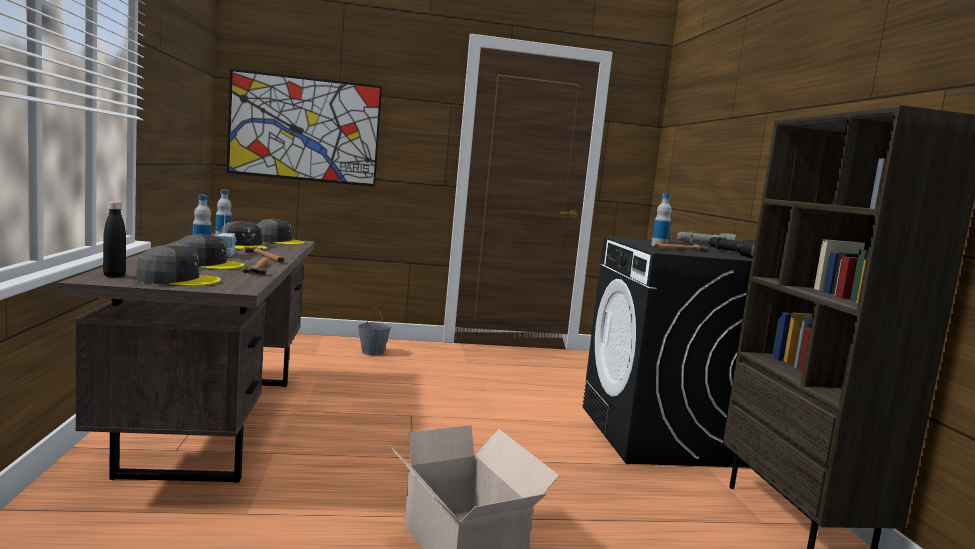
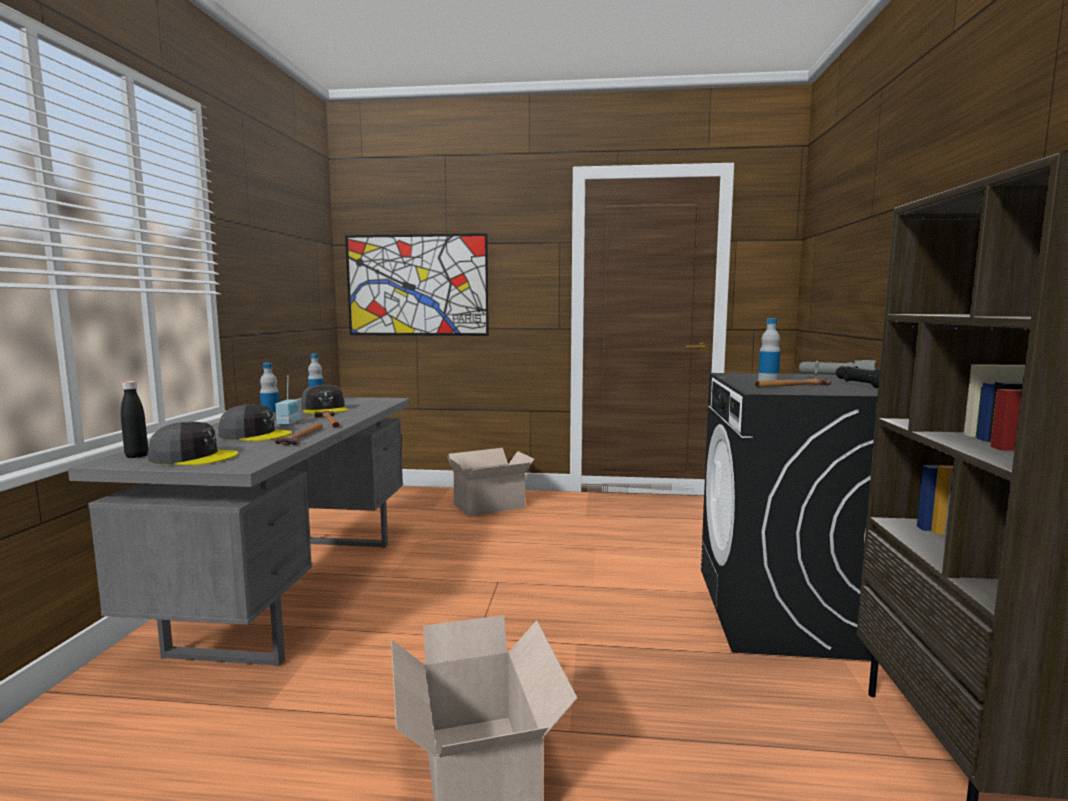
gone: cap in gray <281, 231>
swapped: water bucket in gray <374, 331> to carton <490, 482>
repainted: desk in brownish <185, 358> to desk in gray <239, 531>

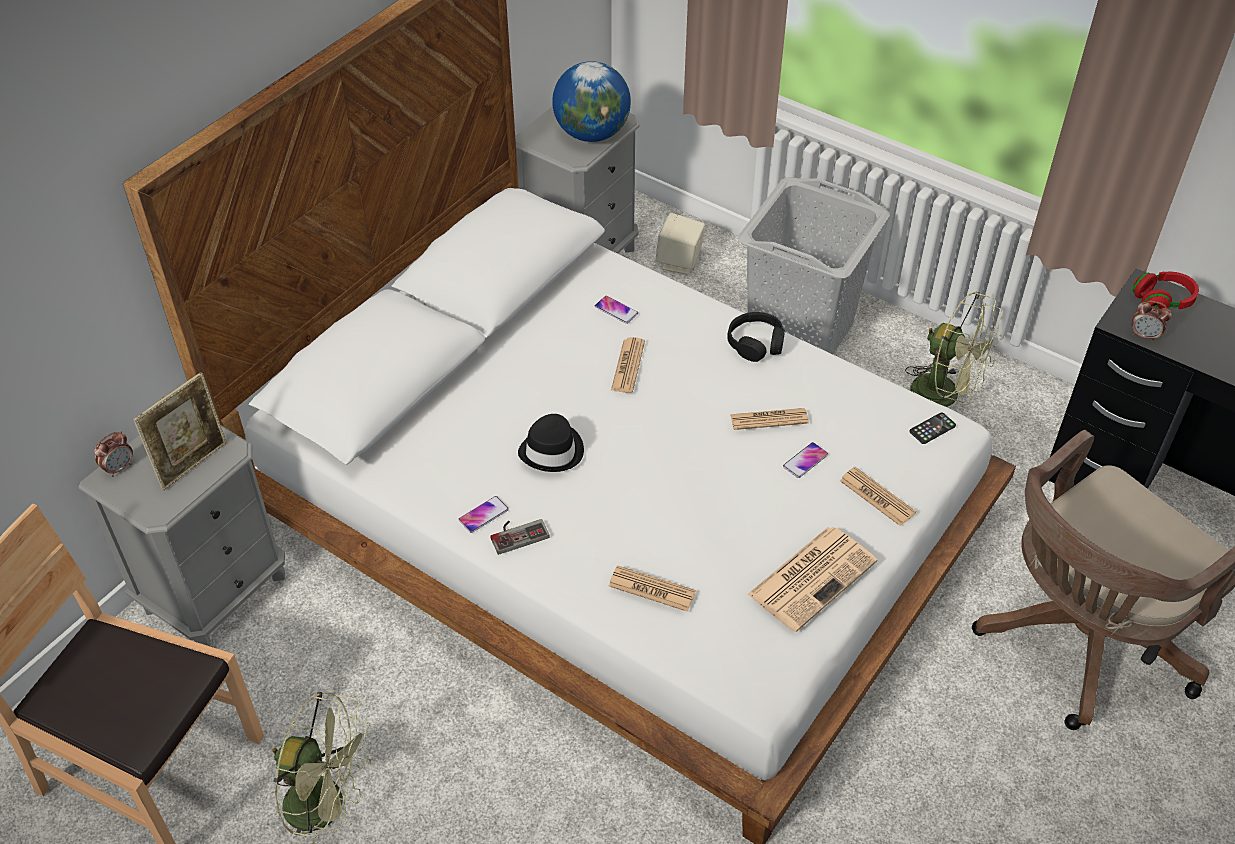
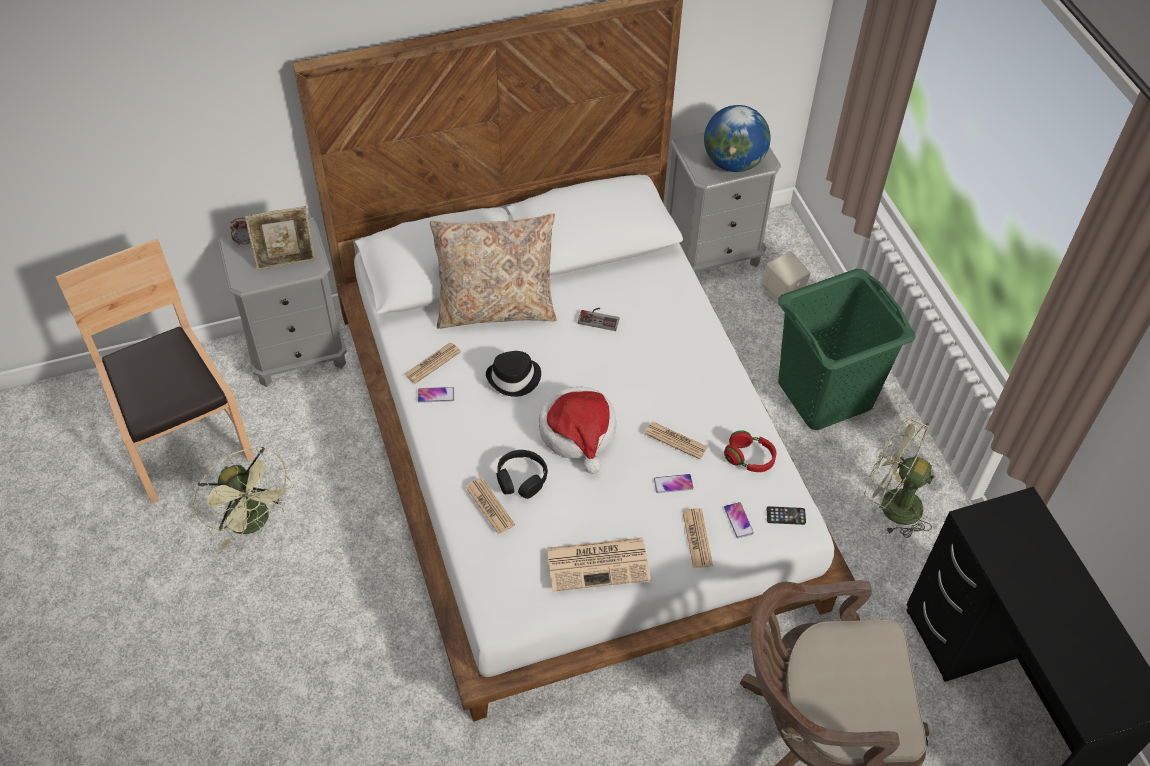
gone: bedside clock <1152, 321>
new: throw pillow in sand-coloured <493, 271>; wearable hat <577, 430>
shifted: game controller <520, 537> to <598, 319>; phone <616, 310> to <739, 520>; daily paper <628, 365> to <432, 363>; pair of headphones in black-coloured <756, 337> to <522, 474>; pair of headphones in red-coloured <1166, 290> to <750, 451>
repainted: laundry basket in gray <814, 265> to laundry basket in green-coloured <847, 349>
rotated: electric fan in green-coloured <954, 349> = <899, 478> 135 degrees clockwise

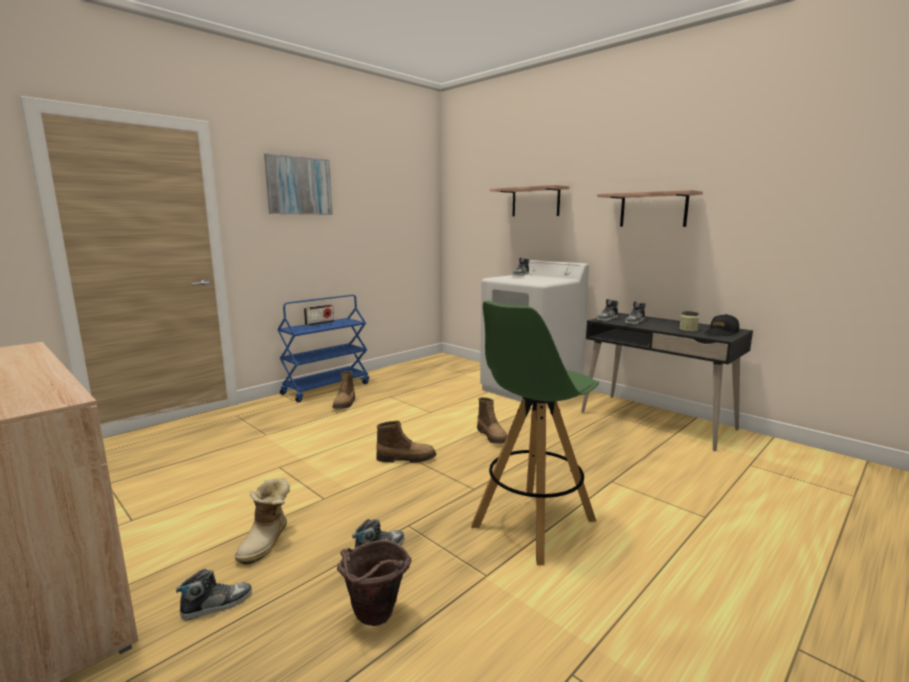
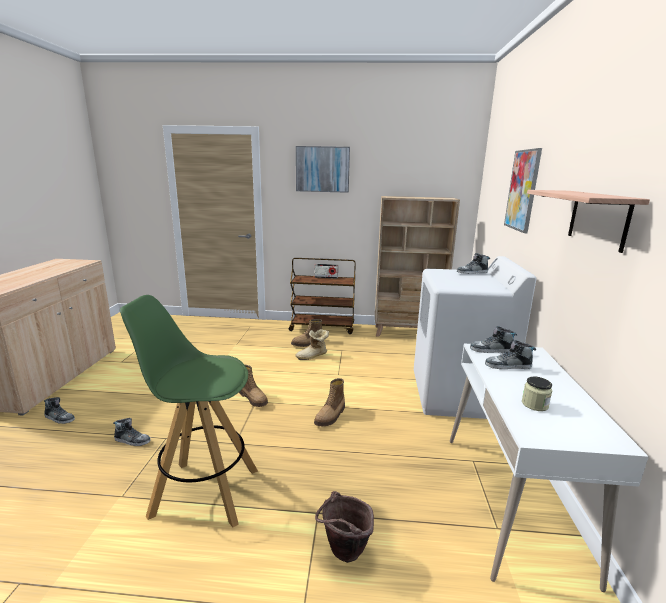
gone: cap in black-coloured <722, 325>
new: bookshelf in sand-coloured <417, 266>
shifted: tall boot <262, 521> to <312, 344>; water bucket in brownish <374, 583> to <344, 527>
swapped: shelf <529, 200> to wall art <523, 190>
repainted: trolley in blue-coloured <323, 348> to trolley in brownish <322, 296>; desk in black-coloured <667, 382> to desk in whitish <549, 468>

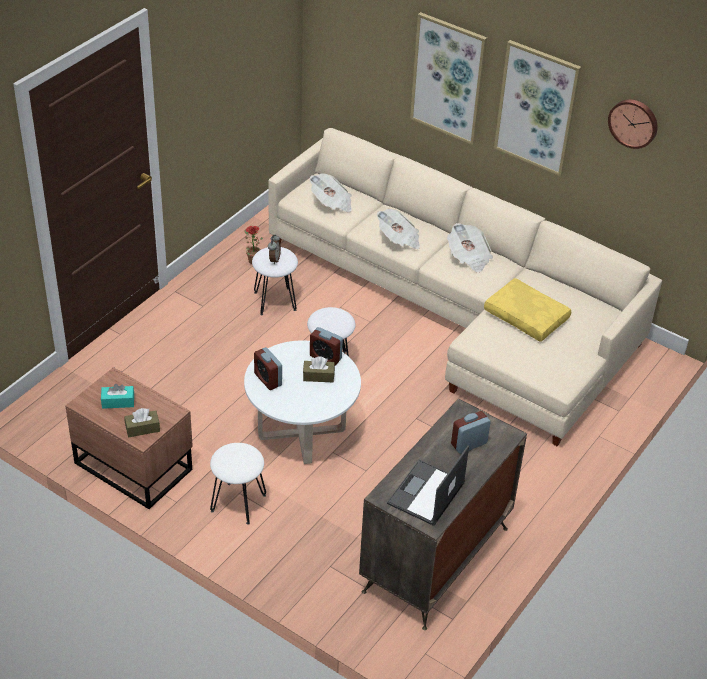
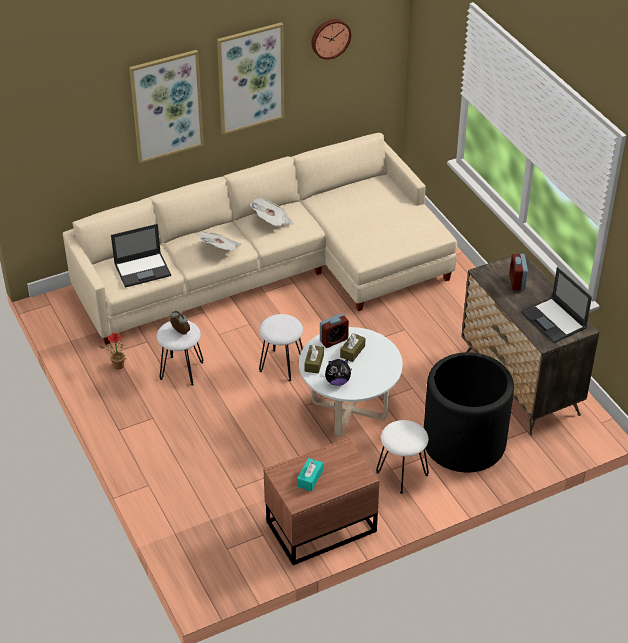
gone: throw pillow in yellowish <527, 310>
new: planter in black-coloured <469, 412>
shifted: tissue holder in brownish <142, 422> to <314, 359>
swapped: bedside clock <268, 368> to soft toy <338, 372>; daily paper <331, 193> to laptop <141, 256>

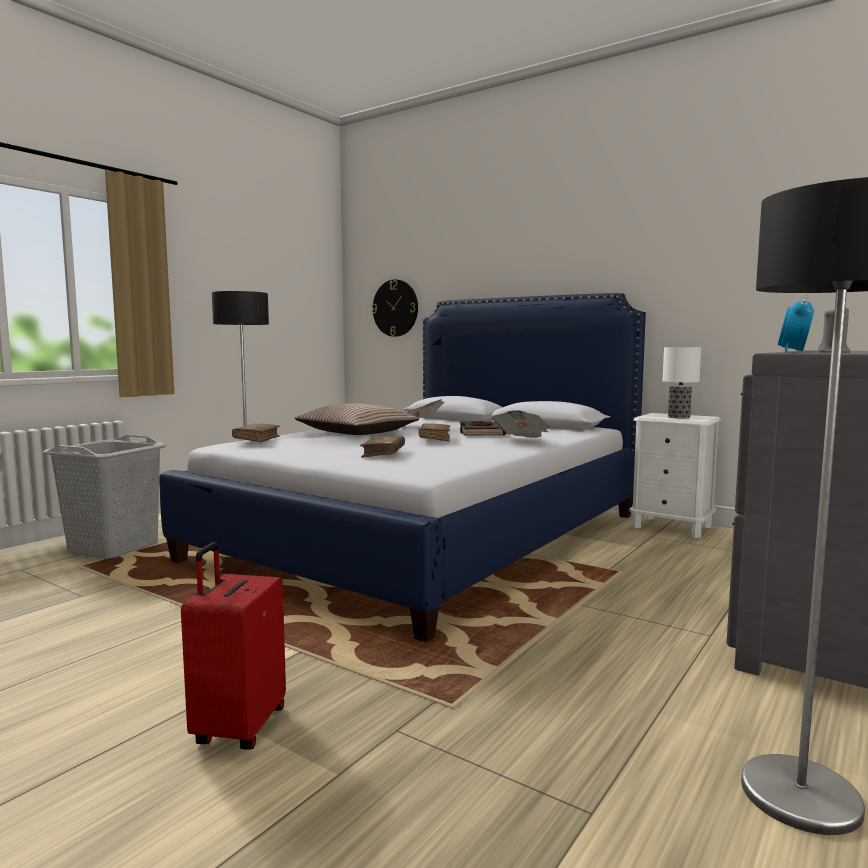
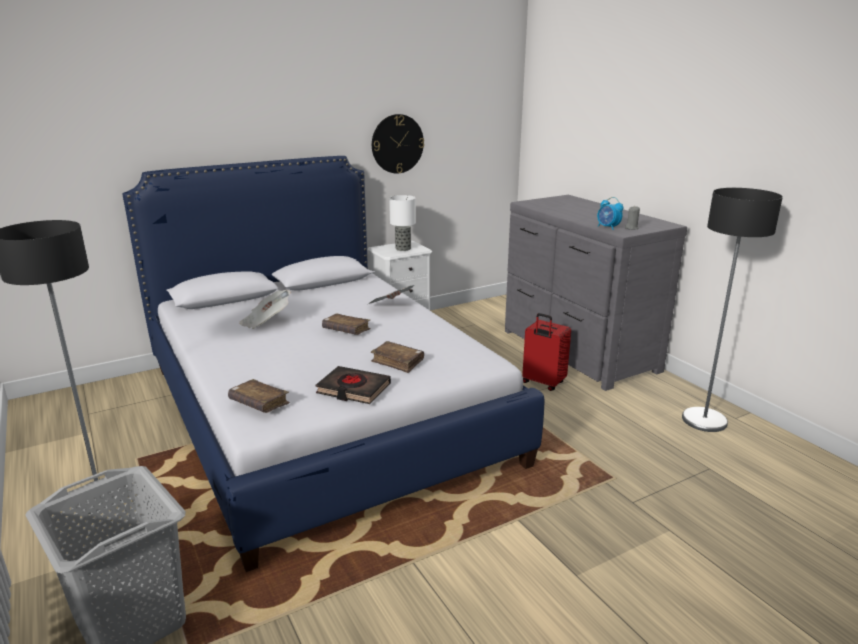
gone: throw pillow <356, 419>
shifted: piece of luggage in red-coloured <233, 646> to <546, 352>; hanging clock <395, 308> to <398, 144>; book in black-coloured <483, 428> to <353, 385>

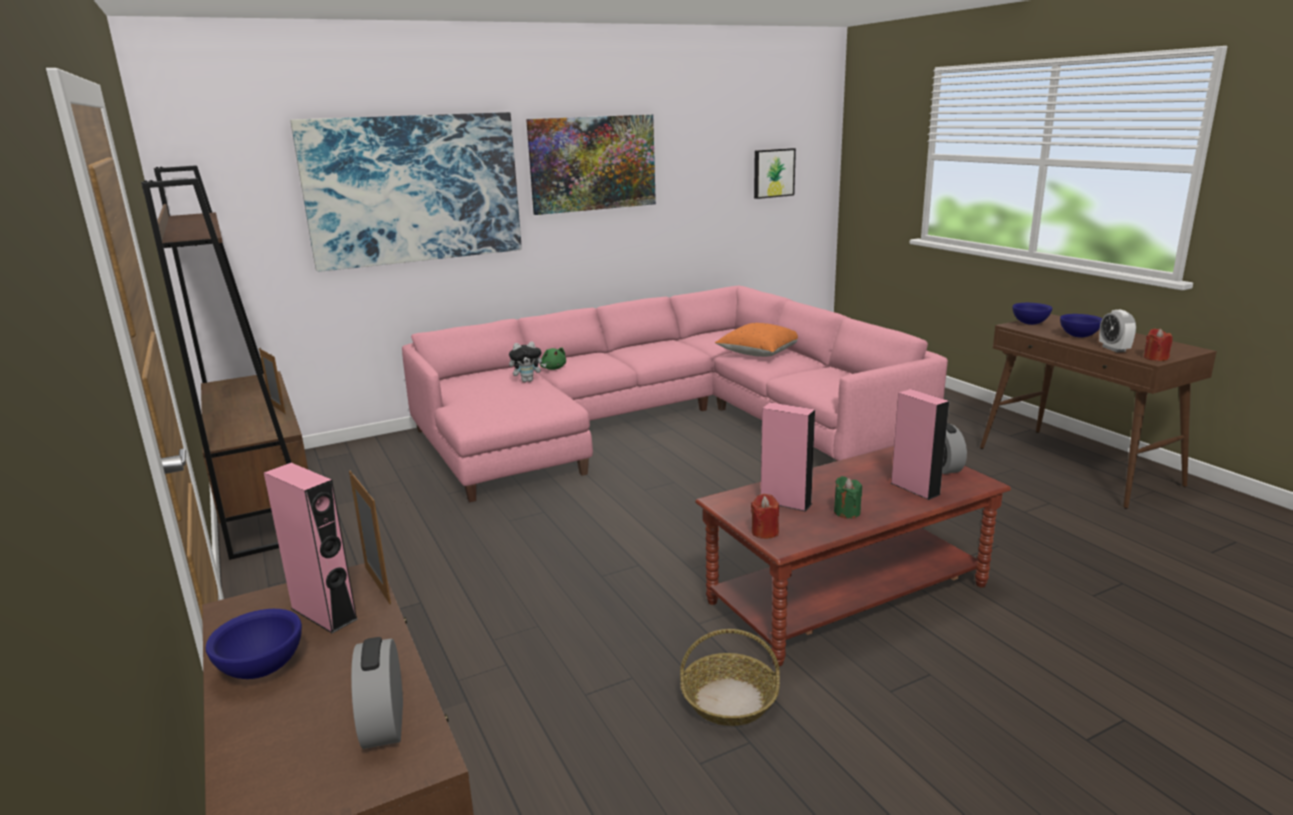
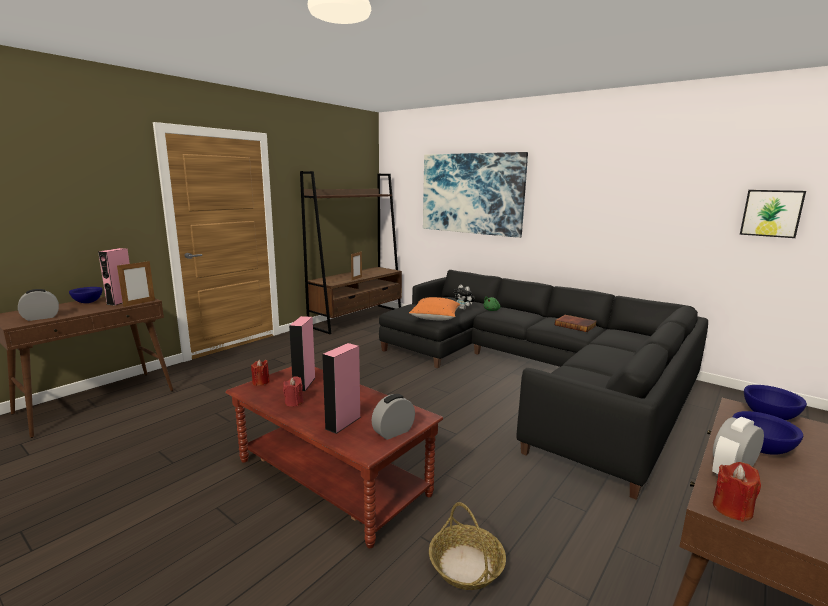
gone: wall art <591, 164>
new: book <575, 323>
shifted: storage basket <730, 677> to <467, 546>; throw pillow in orangey <756, 340> to <435, 308>
repainted: settee in pink <675, 394> to settee in black-coloured <543, 385>; wax candle in green-coloured <848, 497> to wax candle in red-coloured <293, 391>

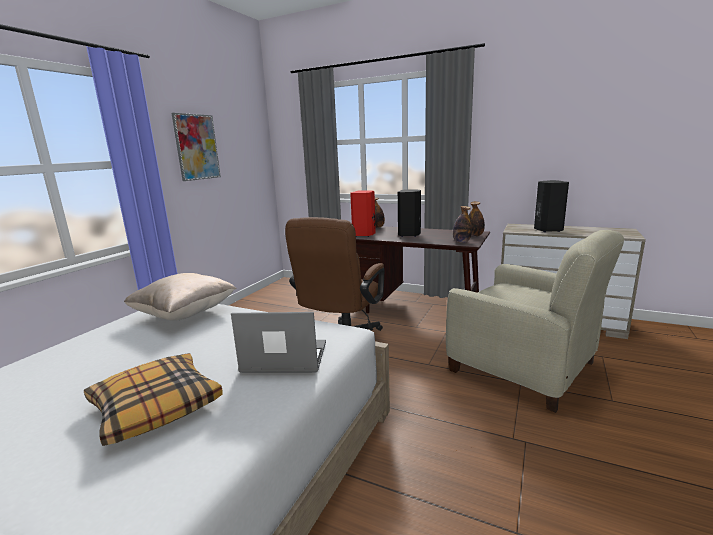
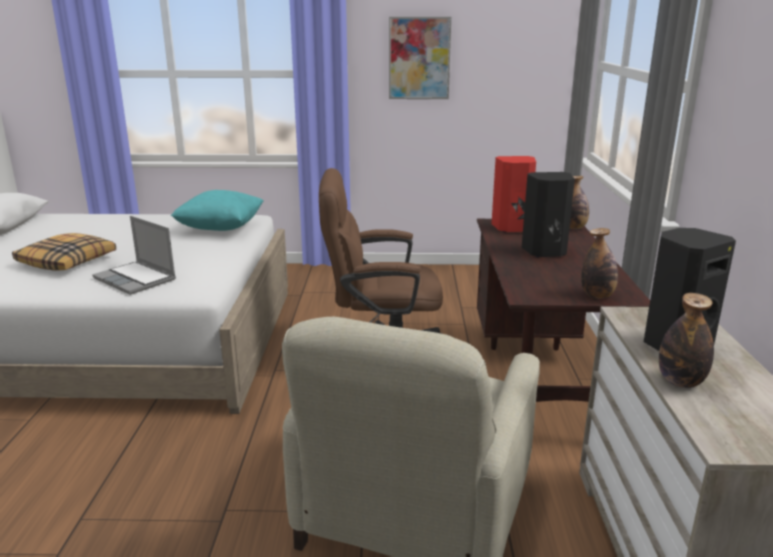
shifted: bottle <462, 224> to <686, 340>
repainted: throw pillow in sand-coloured <180, 297> to throw pillow in turquoise-coloured <217, 210>
rotated: laptop <278, 342> = <134, 255> 150 degrees clockwise

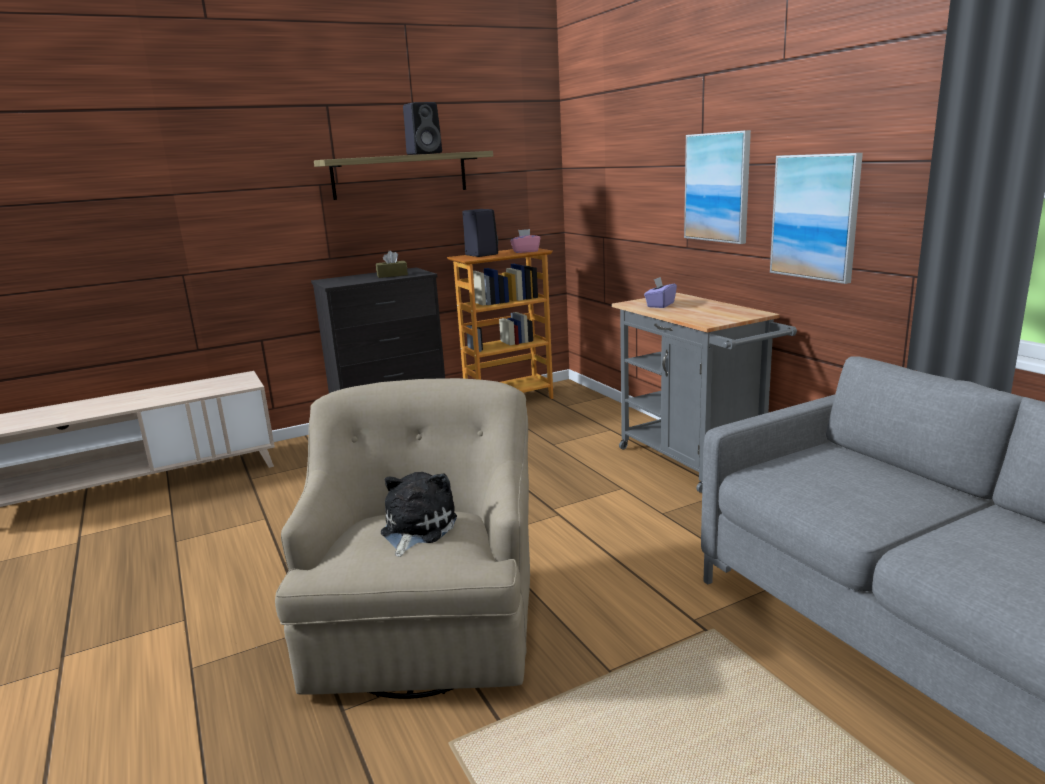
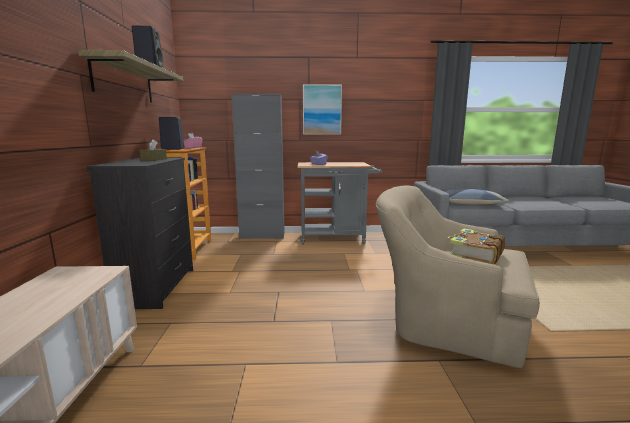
gone: wall art <816, 218>
new: cabinet in gray <258, 166>; throw pillow <476, 196>
swapped: soft toy <419, 514> to book <476, 246>

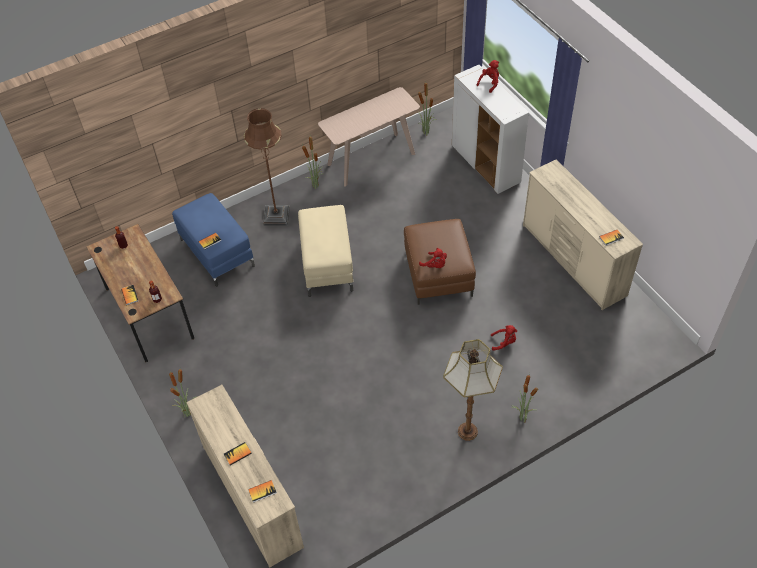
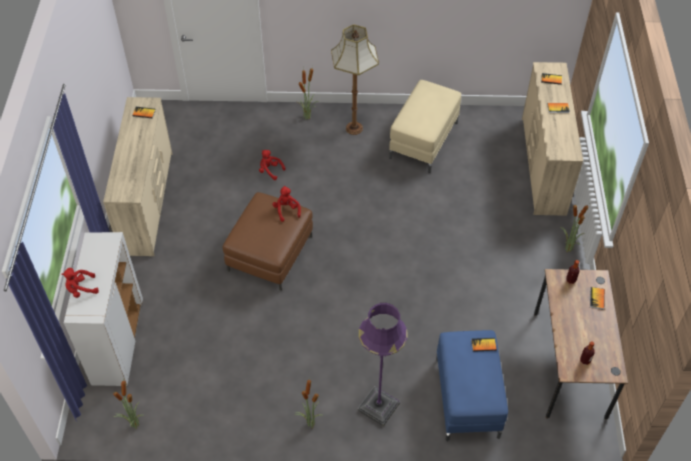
gone: hall table in sand-coloured <369, 137>
shifted: footrest in sand-coloured <325, 251> to <425, 126>
repainted: floor lamp in brownish <267, 167> to floor lamp in purplish <383, 364>

